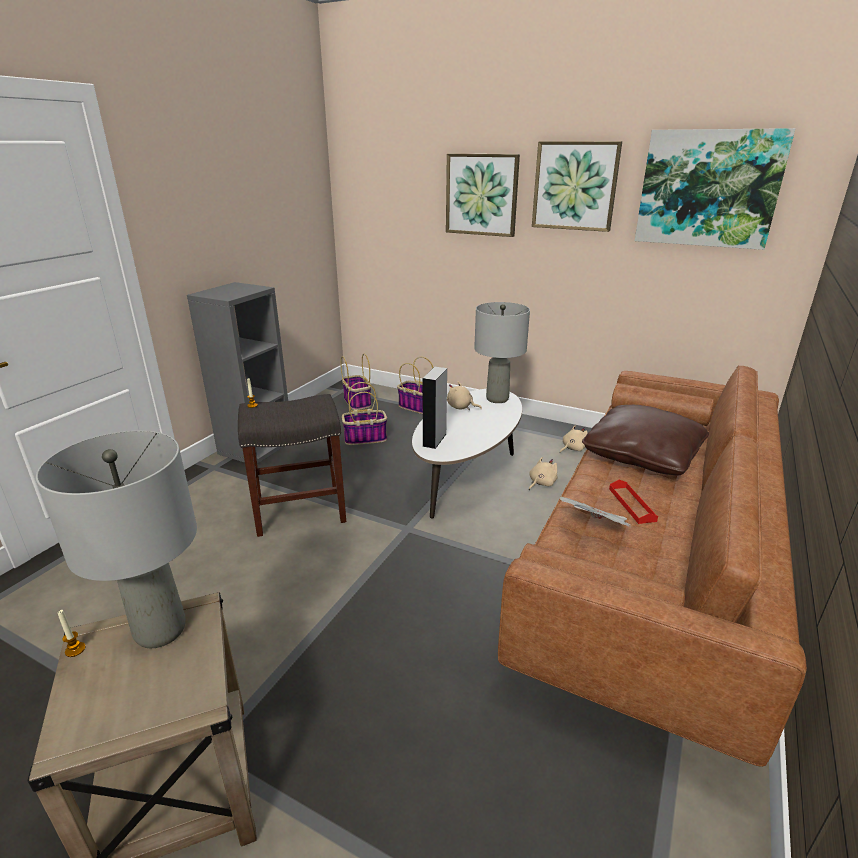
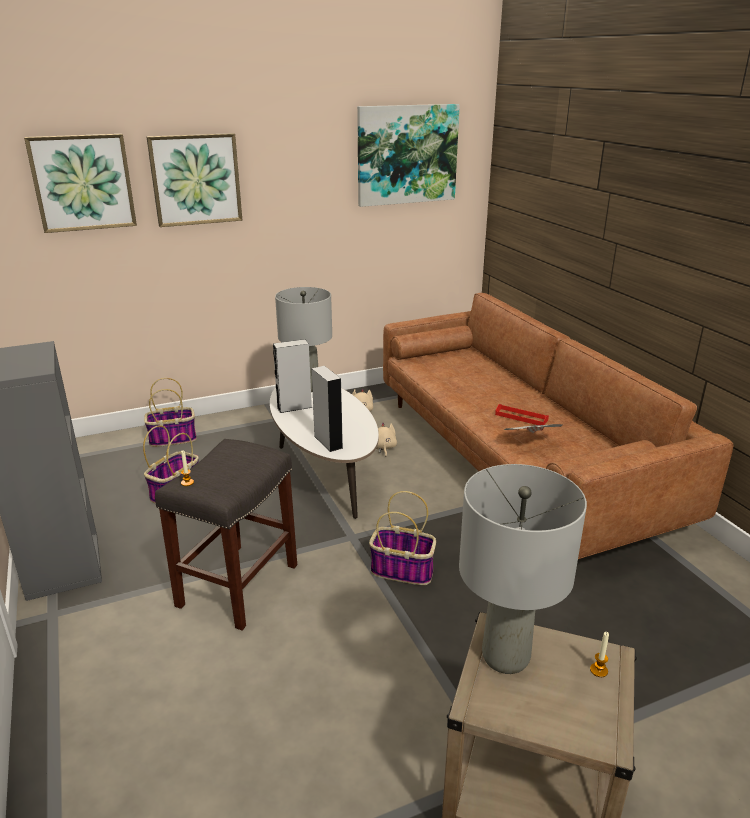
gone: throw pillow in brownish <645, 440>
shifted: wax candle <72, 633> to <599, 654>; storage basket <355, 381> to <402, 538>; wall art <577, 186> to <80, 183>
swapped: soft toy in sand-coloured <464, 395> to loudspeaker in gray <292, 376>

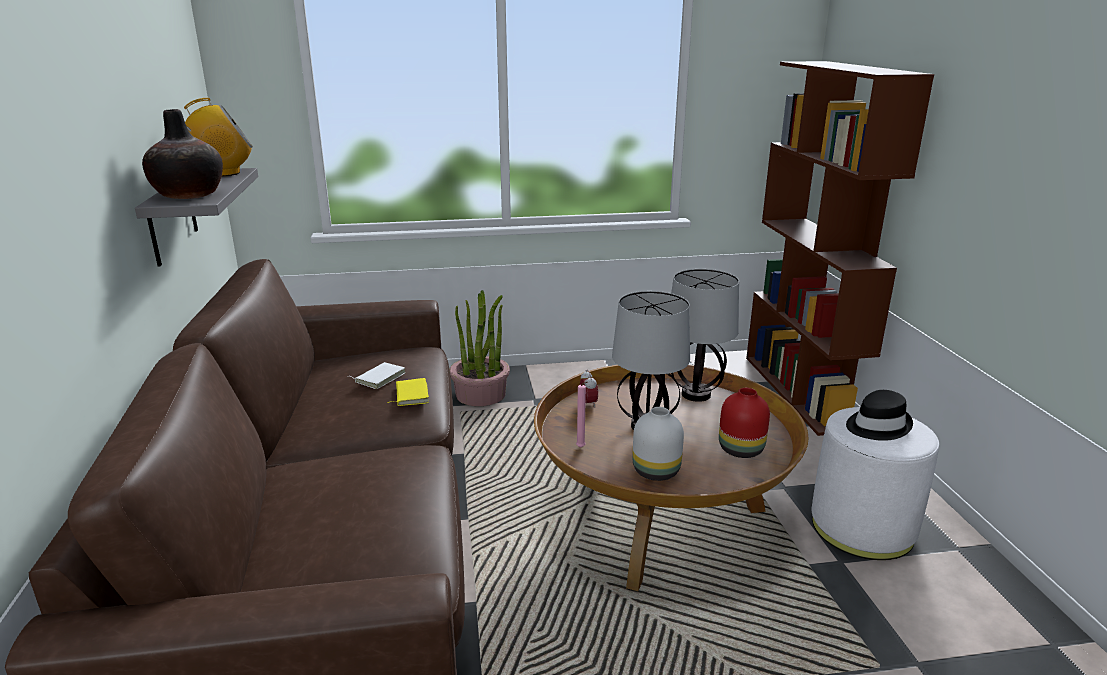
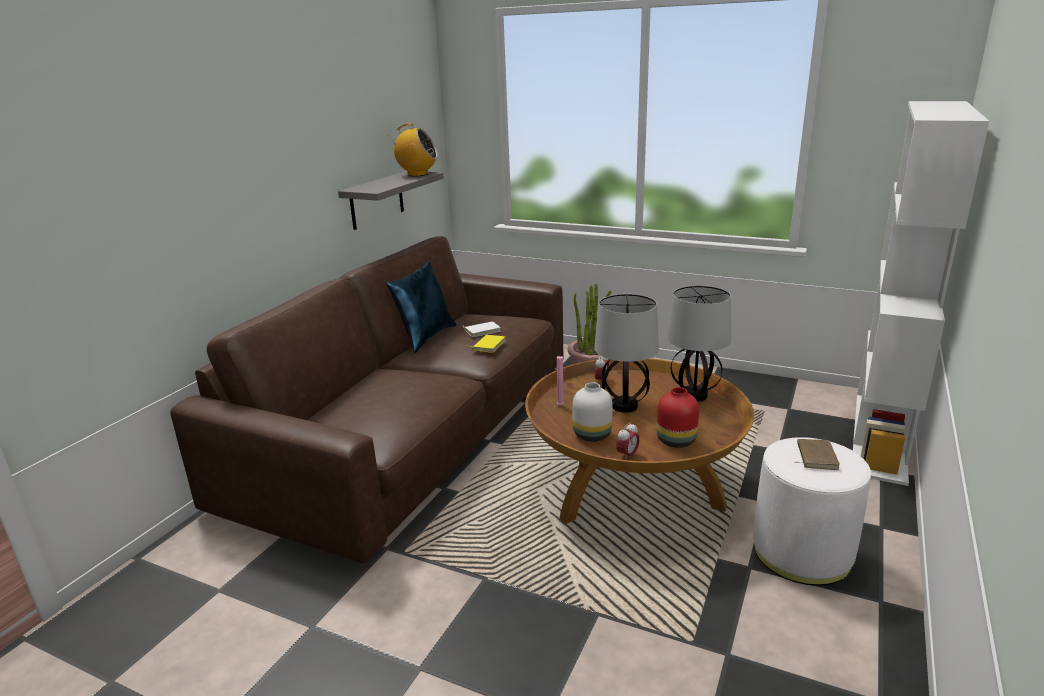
gone: decorative vase <182, 154>
new: throw pillow in blue-coloured <421, 307>; bedside clock <628, 440>
swapped: wearable hat in black-coloured <879, 415> to book in brownish <817, 454>
repainted: bookshelf in brownish <840, 248> to bookshelf in whitish <921, 293>

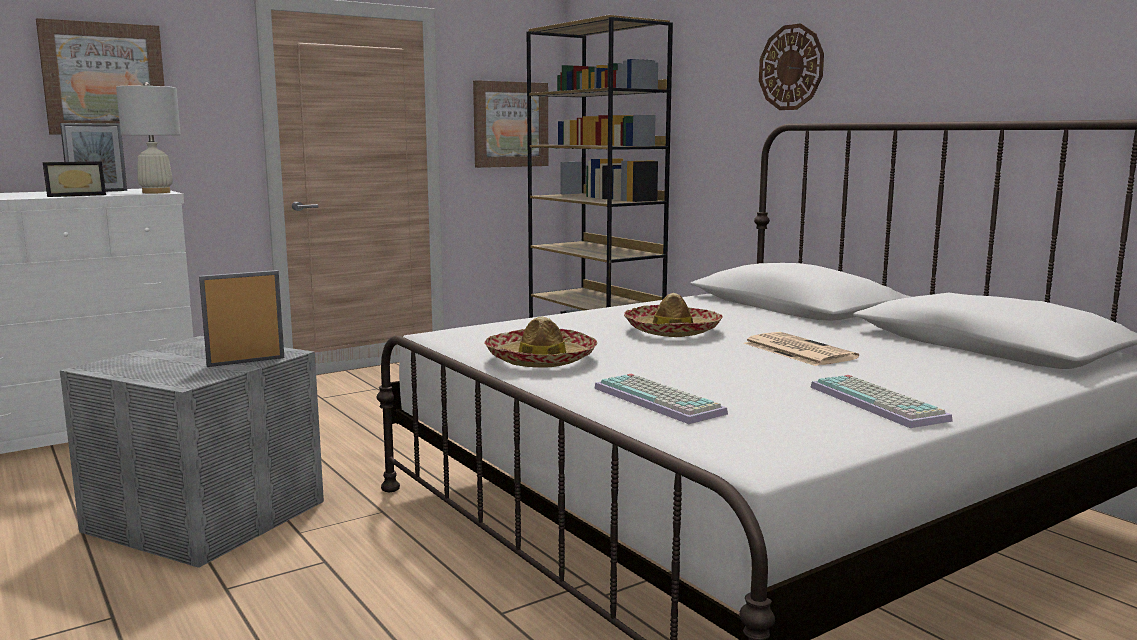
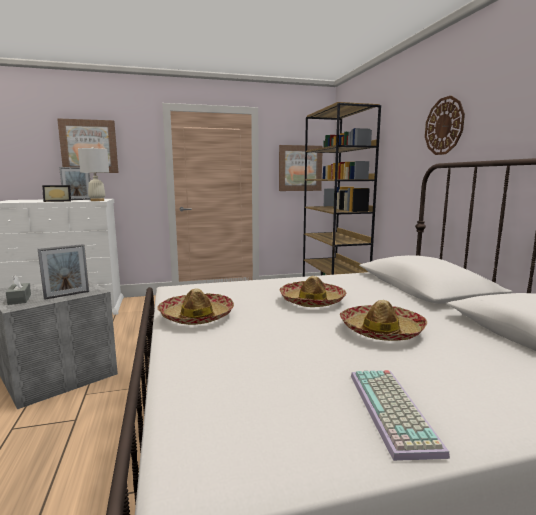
gone: computer keyboard <661, 399>
new: tissue holder in gray <18, 290>
swapped: daily paper <801, 349> to wearable hat <383, 320>
rotated: standing frame <241, 318> = <63, 272> 150 degrees clockwise

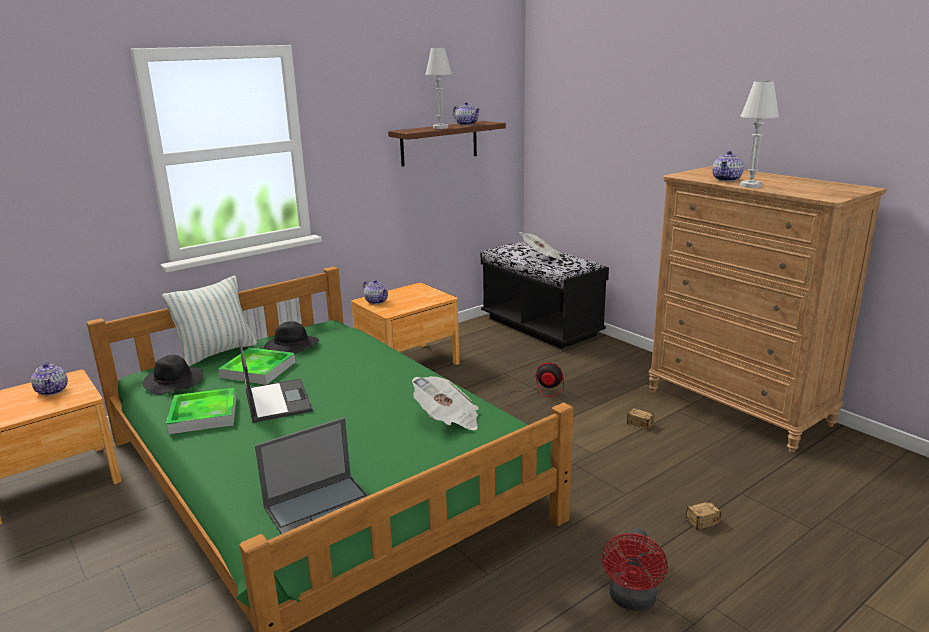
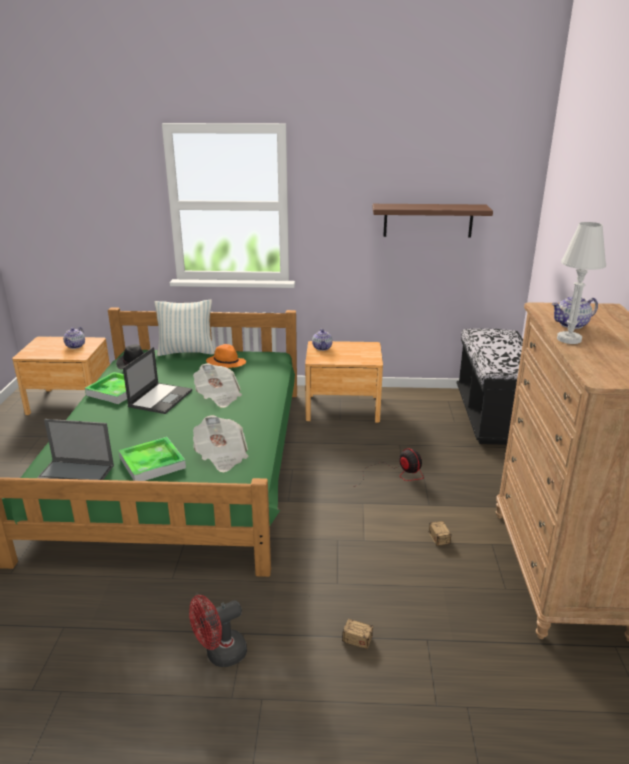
gone: tabletop lamp in whitish <438, 88>; tea pot <467, 114>
shifted: carrying tray <257, 366> to <152, 459>; daily paper <541, 246> to <217, 385>
repainted: wearable hat in black-coloured <291, 337> to wearable hat in orangey <226, 356>

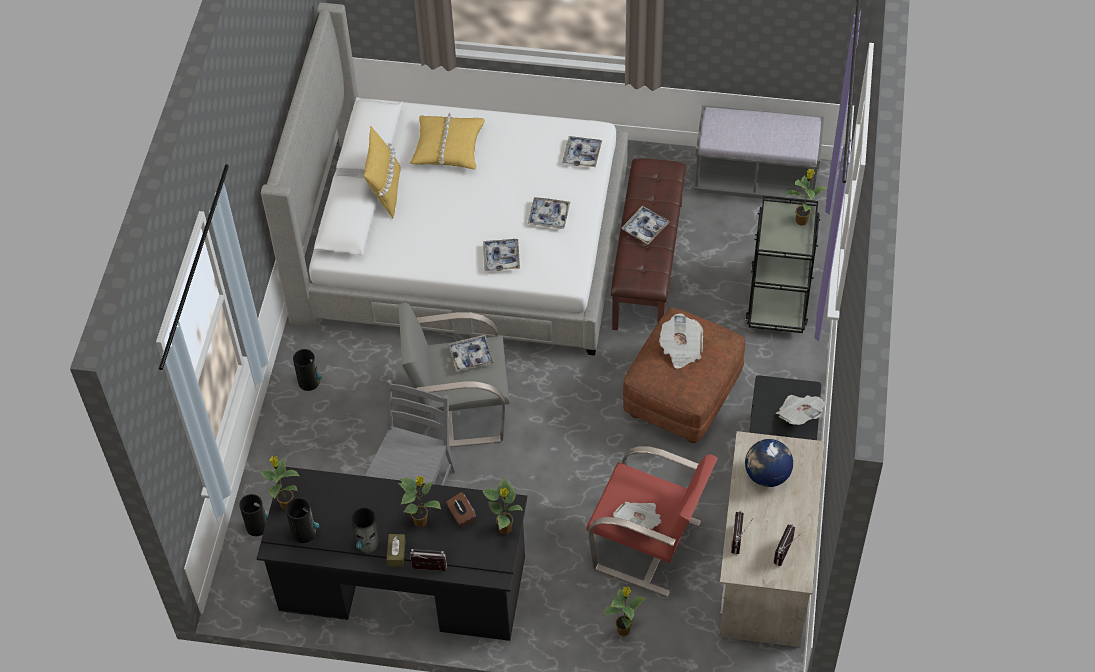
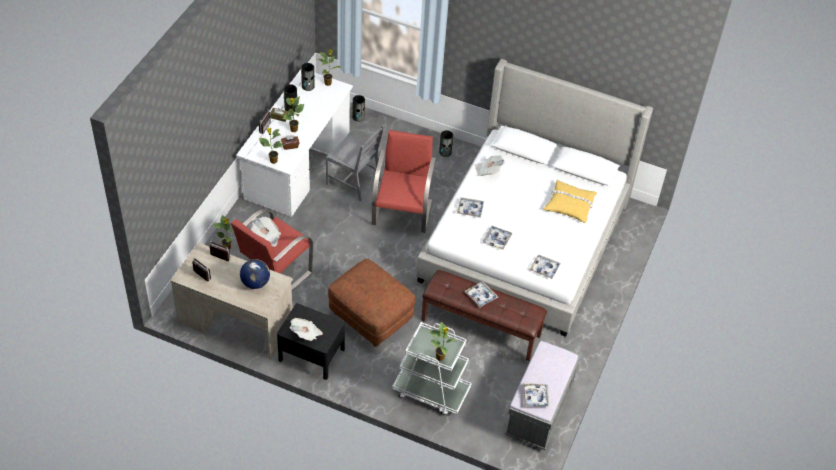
gone: throw pillow in yellowish <382, 172>
shifted: carrying tray <471, 353> to <536, 395>; daily paper <681, 341> to <490, 166>
repainted: desk in black-coloured <392, 554> to desk in whitish <294, 143>; lounge chair in gray <454, 375> to lounge chair in red-coloured <404, 181>; trolley in black-coloured <783, 264> to trolley in whitish <432, 368>

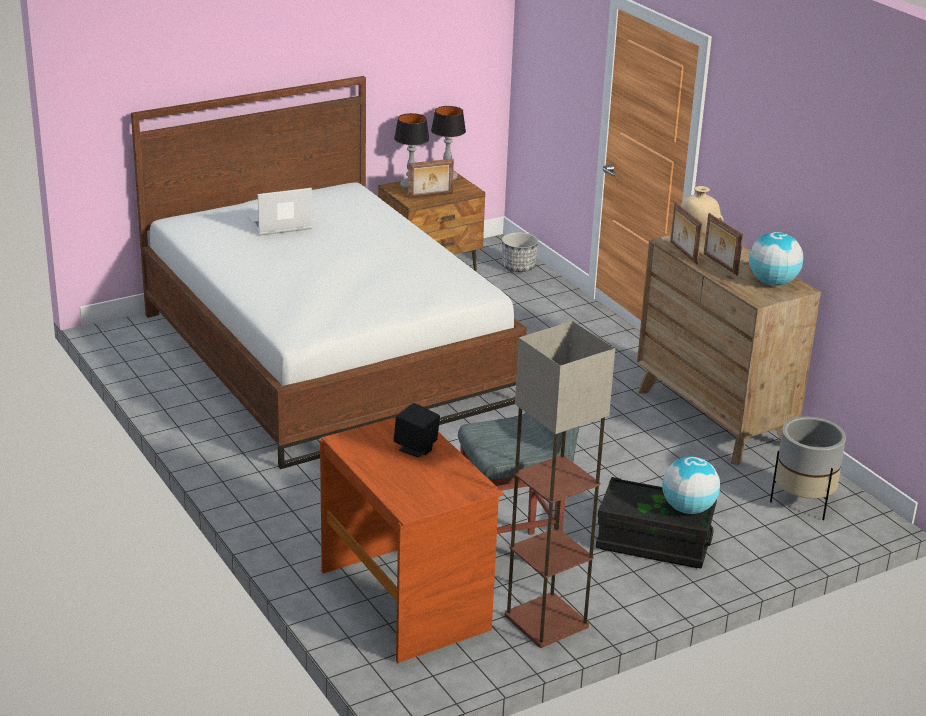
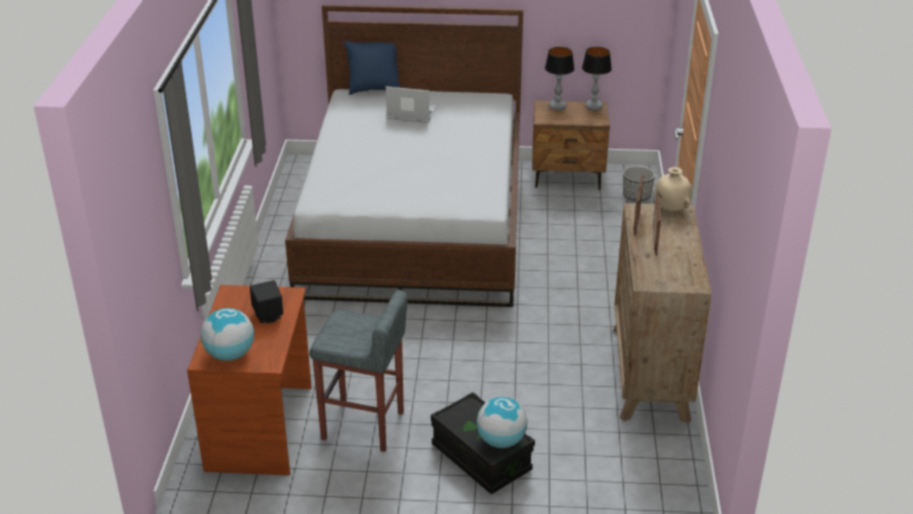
gone: standing frame <431, 179>; floor lamp <559, 484>; planter in gray <808, 469>
new: throw pillow in blue-coloured <372, 68>
shifted: globe <776, 259> to <227, 334>

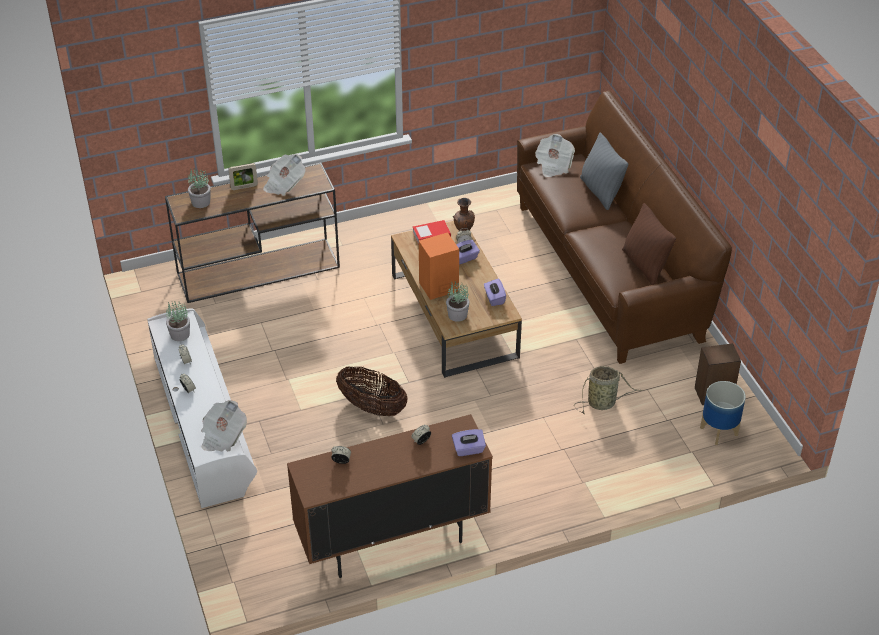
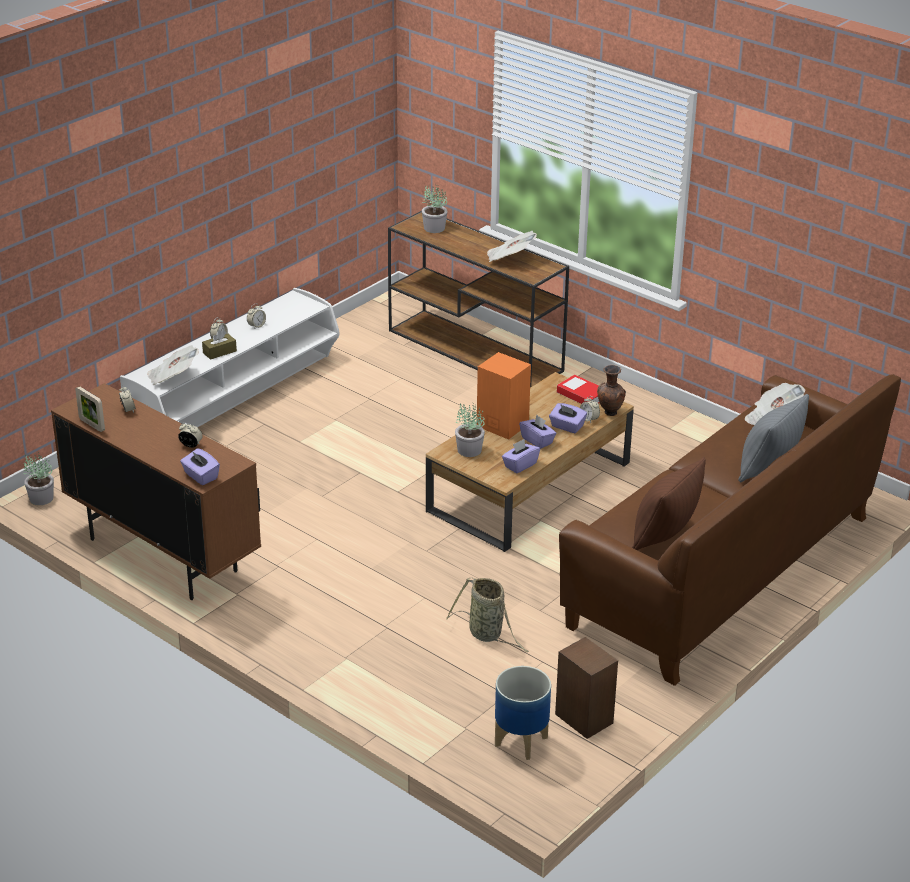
gone: storage basket <372, 391>
new: tissue holder in brownish <219, 345>; tissue holder in purplish <537, 432>
shifted: plant in a pot <178, 321> to <38, 478>; standing frame <243, 176> to <90, 409>

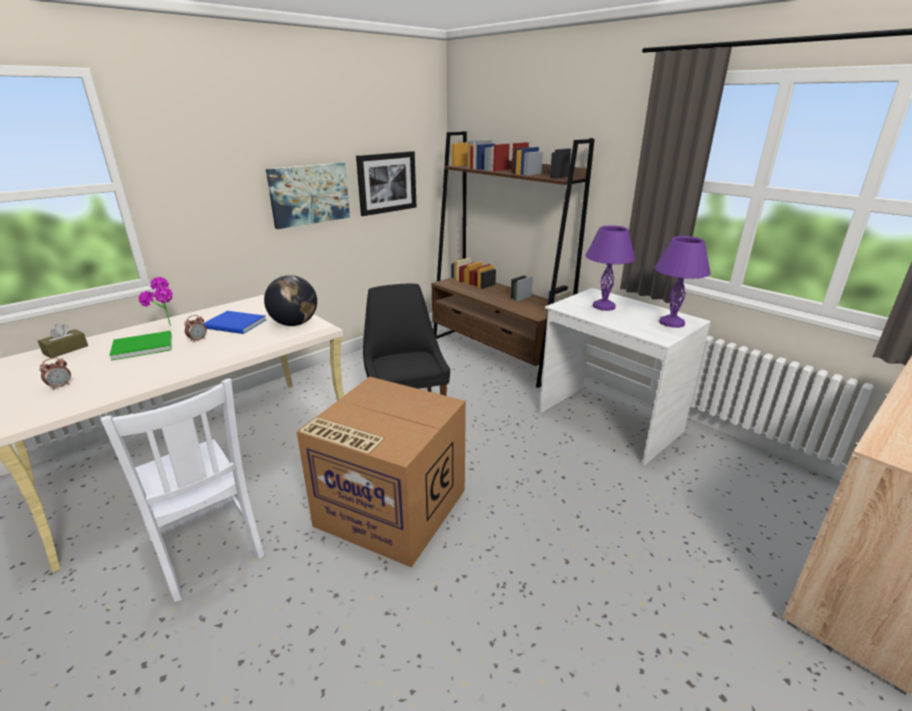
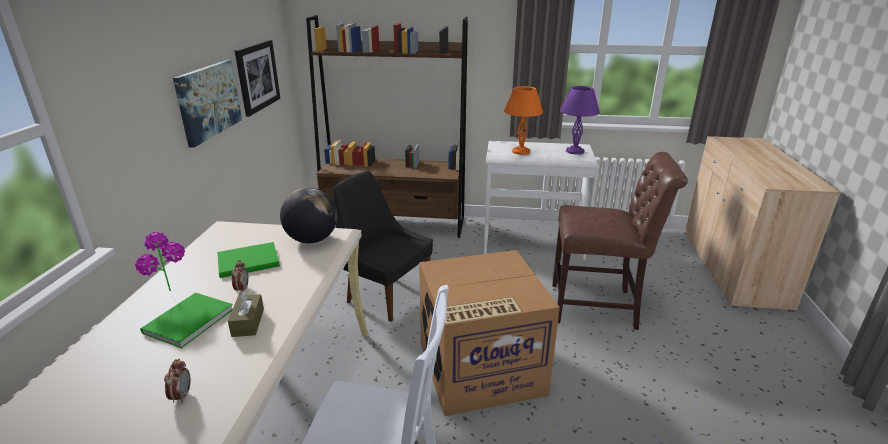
new: upright chair in brownish <620, 241>
shifted: tissue holder in brownish <63, 340> to <246, 313>
repainted: book in blue-coloured <234, 322> to book in green-coloured <248, 260>; tabletop lamp in purplish <610, 268> to tabletop lamp in orangey <523, 120>

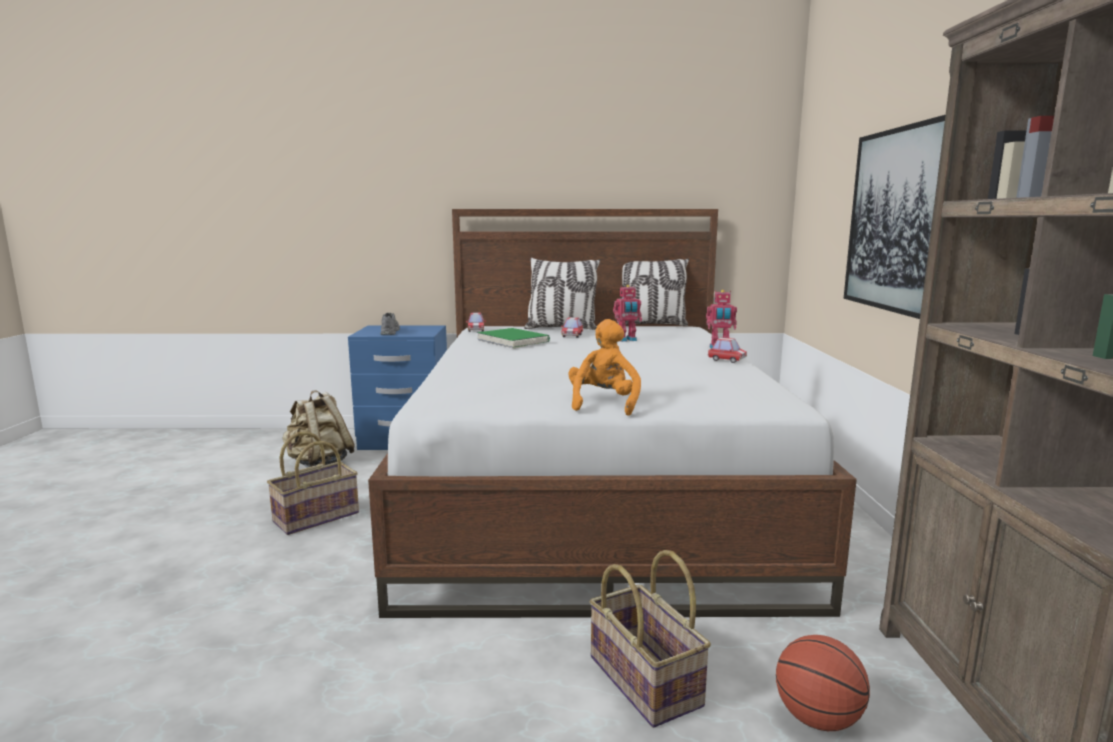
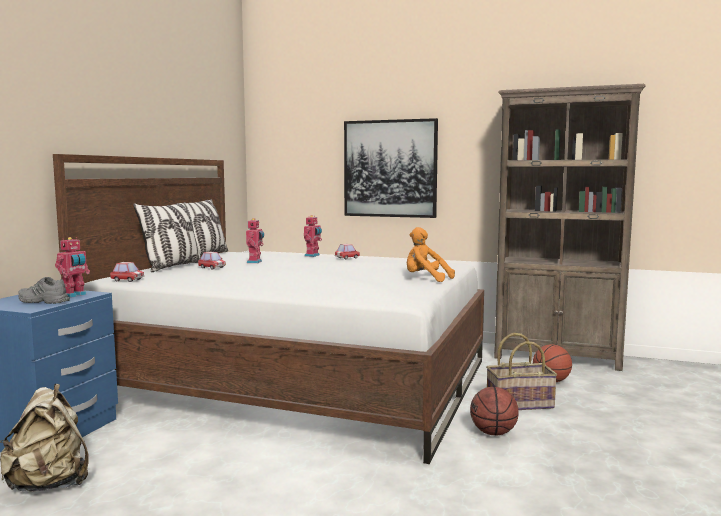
gone: storage basket <313, 483>; book in green-coloured <513, 338>
new: toy robot <72, 267>; basketball <494, 411>

